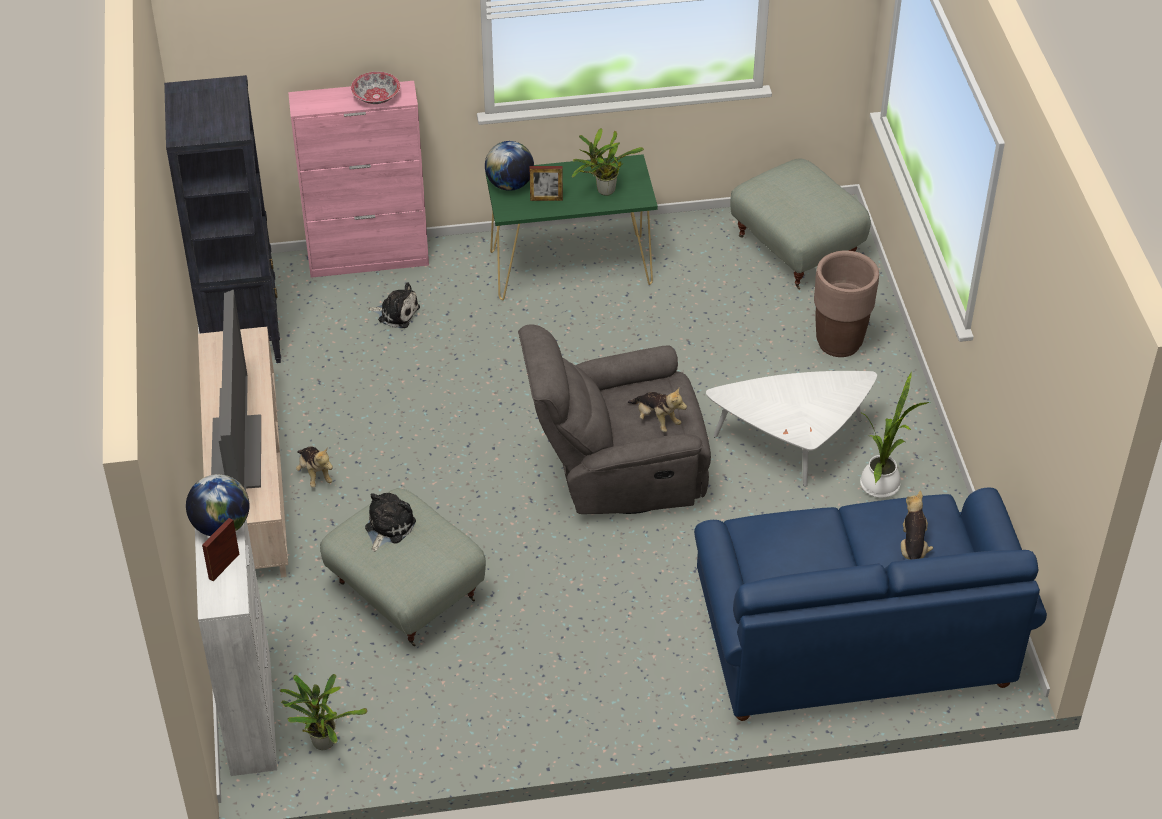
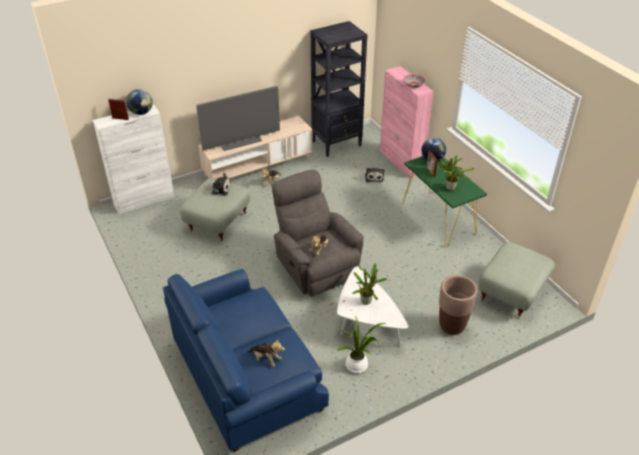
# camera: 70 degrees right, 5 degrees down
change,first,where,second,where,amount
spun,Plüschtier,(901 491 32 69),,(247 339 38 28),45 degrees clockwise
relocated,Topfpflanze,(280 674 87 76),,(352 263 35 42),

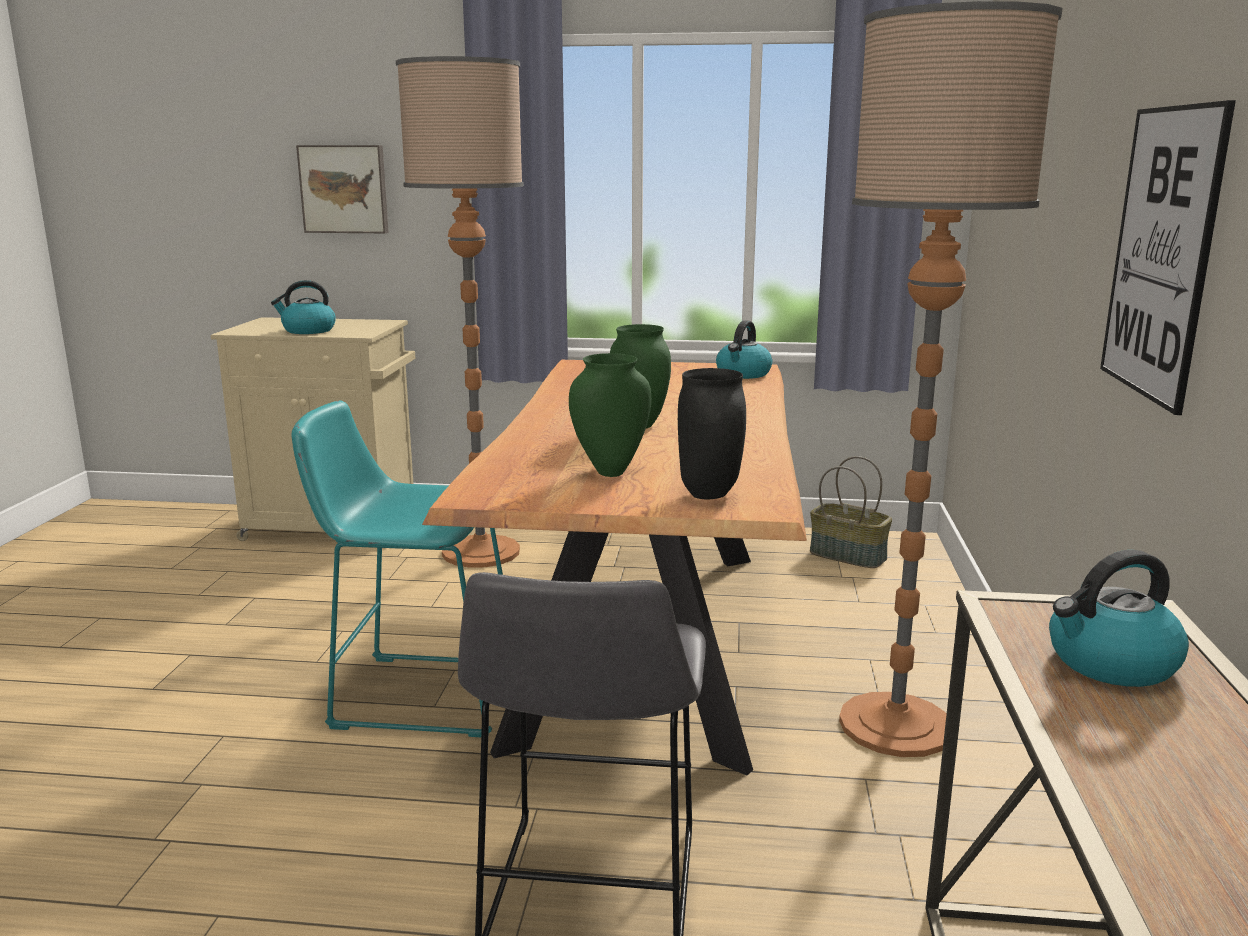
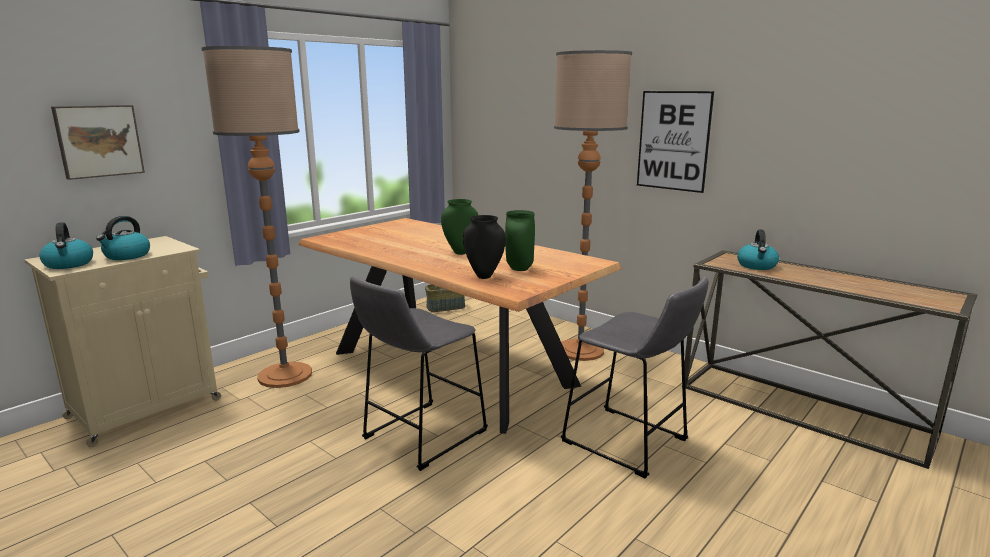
# camera: 55 degrees left, 0 degrees up
change,first,where,second,where,amount
relocated,Wasserkessel,(716 320 56 59),,(39 222 54 47),
relocated,Vase (schwarz),(678 368 68 131),,(463 215 43 64),
colour,Hocker (türkis),(291 401 212 336),Hocker (grau),(350 276 138 195),

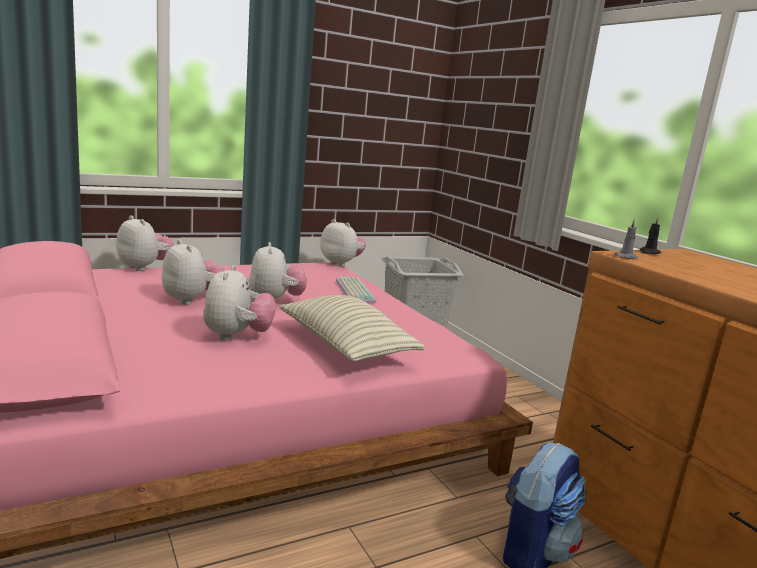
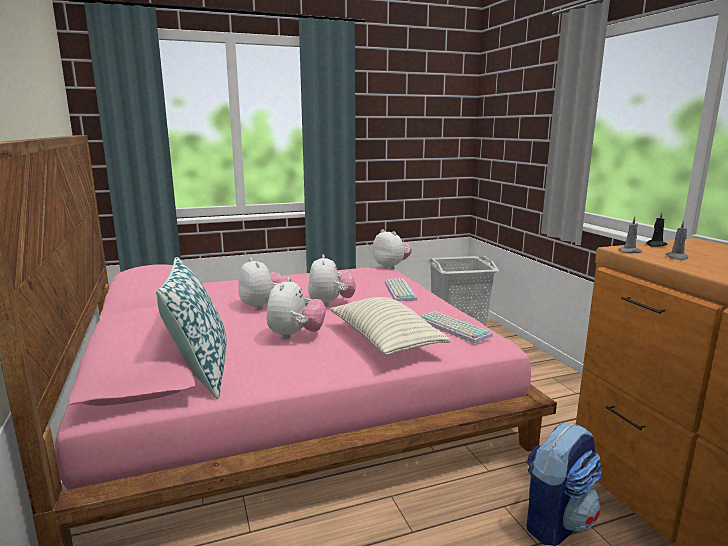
# camera: 10 degrees right, 0 degrees up
change,first,where,second,where,amount
missing,Plüschtier,(116 215 58 56),,,
appeared,,,Kerze (grau),(666 220 22 40),
appeared,,,Kissen,(156 257 70 142),
appeared,,,Tastatur,(420 311 73 33),

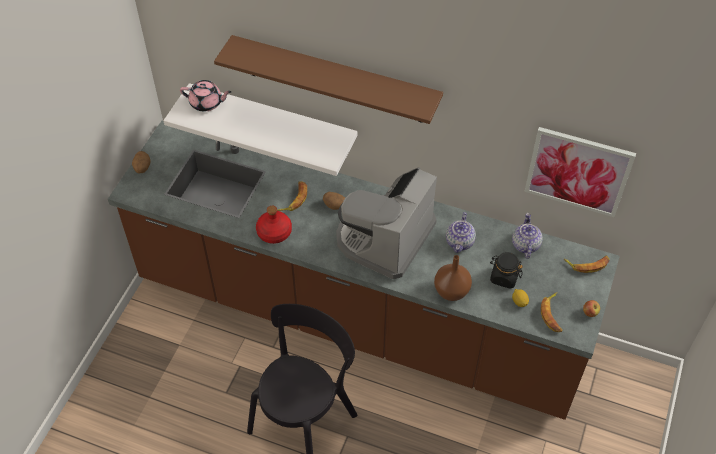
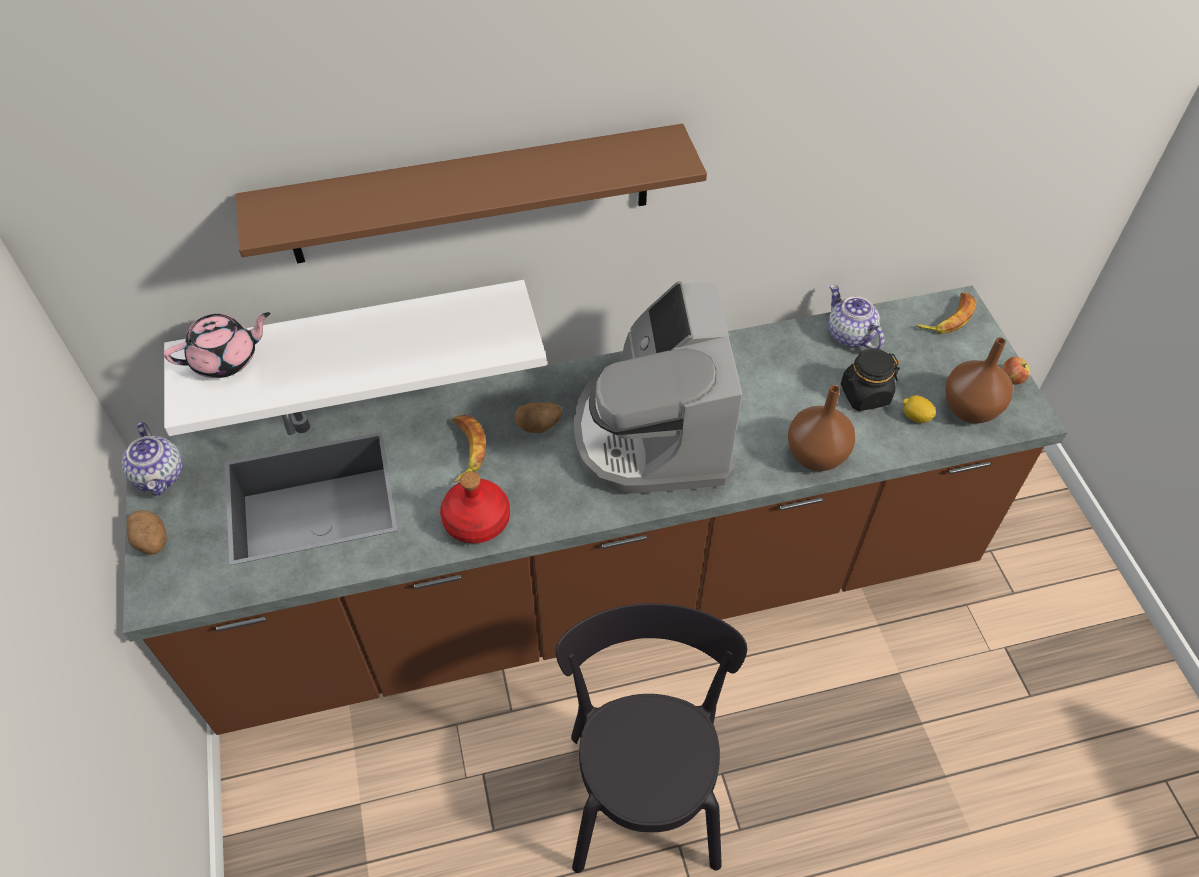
# camera: 35 degrees left, 0 degrees up
change,first,where,second,where,amount
missing,Bild,(524 127 112 90),,,
relocated,Teekanne,(446 212 30 41),,(122 422 61 74),
exchanged,Banane,(541 292 21 40),Vase (braun),(945 337 68 87),

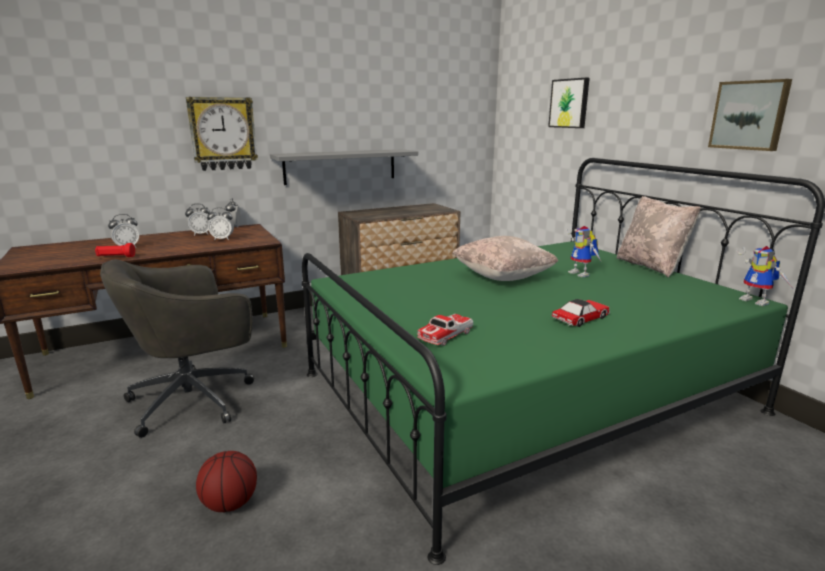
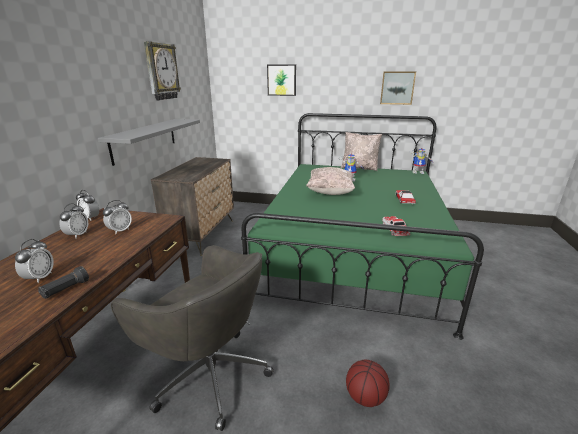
# camera: 50 degrees left, 5 degrees up
change,first,where,second,where,amount
relocated,Wanduhr,(186 97 72 74),,(144 41 37 60),
colour,Taschenlampe (rot),(95 243 40 14),Taschenlampe (schwarz),(38 266 51 33),
spun,Bürostuhl (grau),(100 259 154 179),,(111 245 163 186),60 degrees counterclockwise

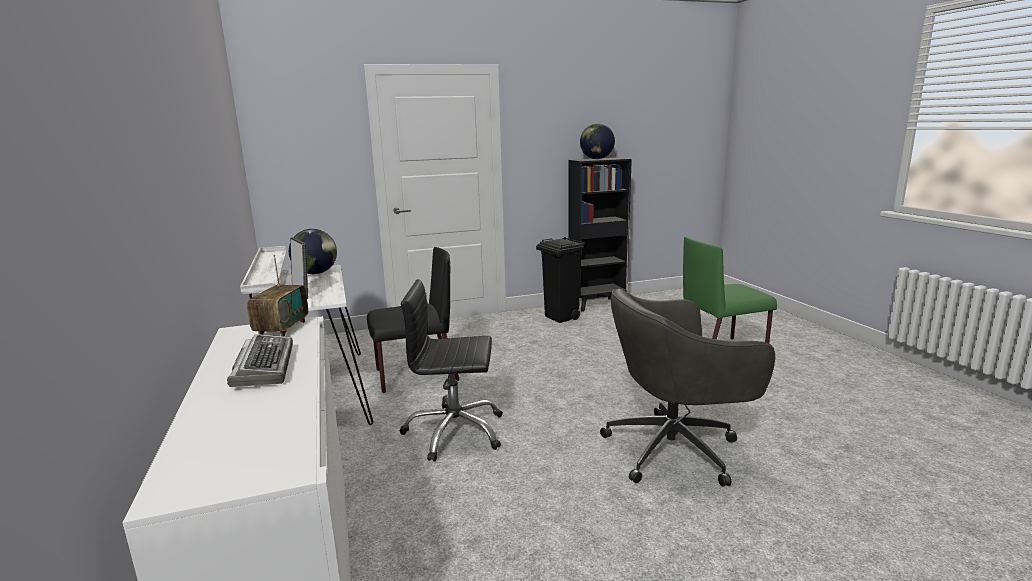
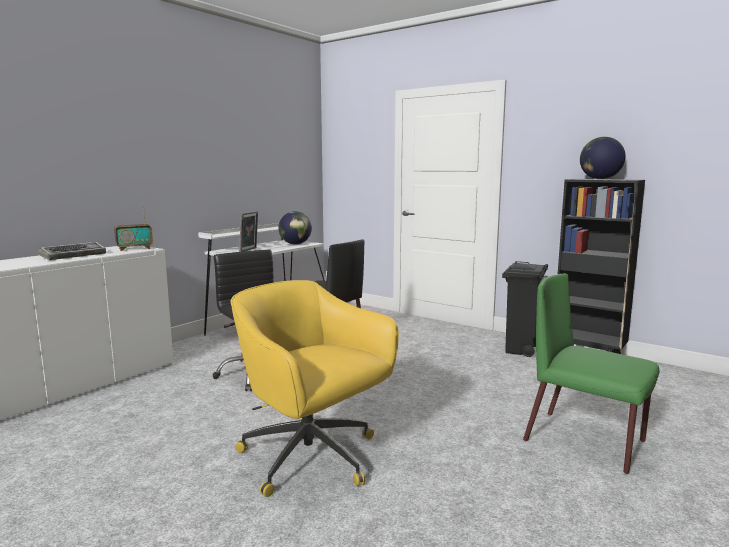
# camera: 55 degrees right, 5 degrees down
change,first,where,second,where,amount
colour,Bürostuhl (grau),(600 289 175 198),Bürostuhl (gelb),(231 280 168 217),

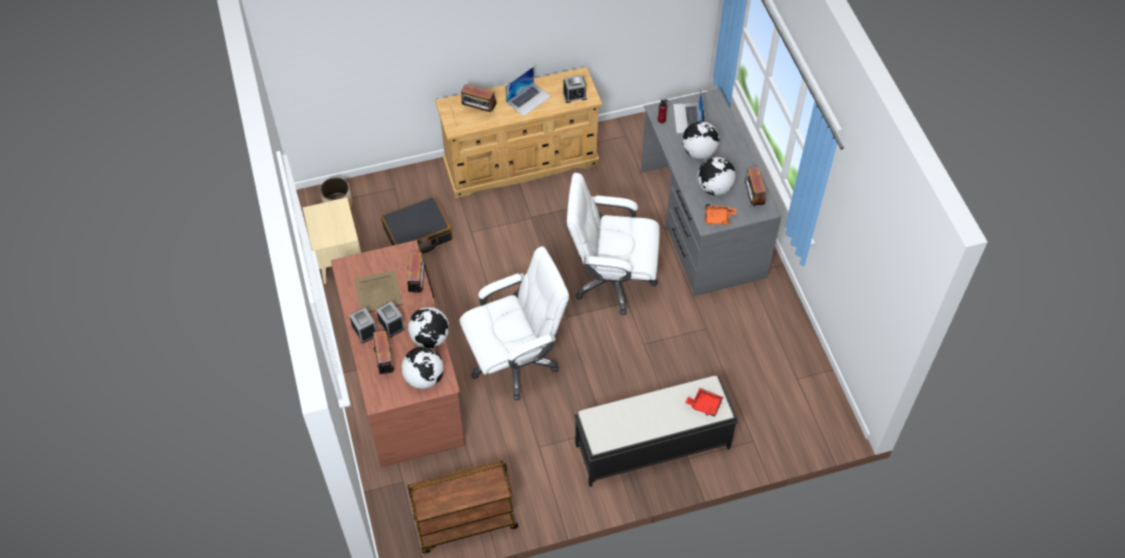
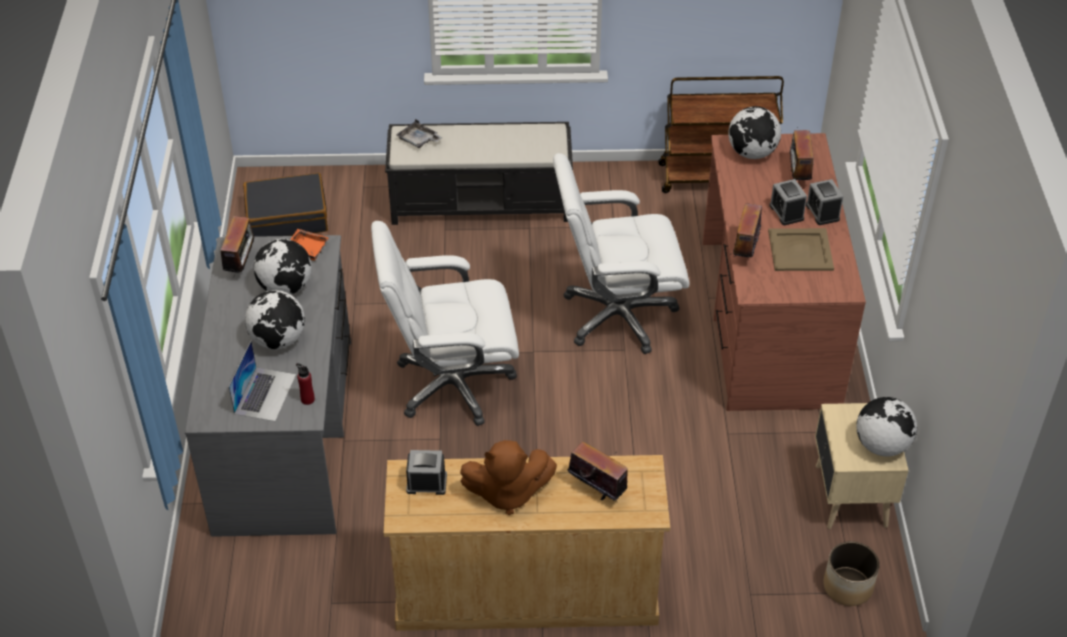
# camera: 165 degrees left, 10 degrees down
change,first,where,second,where,amount
exchanged,Laptop,(505 67 46 49),Plüschtier (braun),(460 440 97 75),
spun,Bürostuhl (weiß),(567 173 93 142),,(371 221 148 205),150 degrees clockwise
relocated,Koffer (schwarz),(381 197 71 56),,(243 173 85 64),
relocated,Globus,(408 307 41 41),,(856 397 61 59),
colour,Tablett (rot),(685 388 38 28),Tablett (grau),(396 119 46 29),

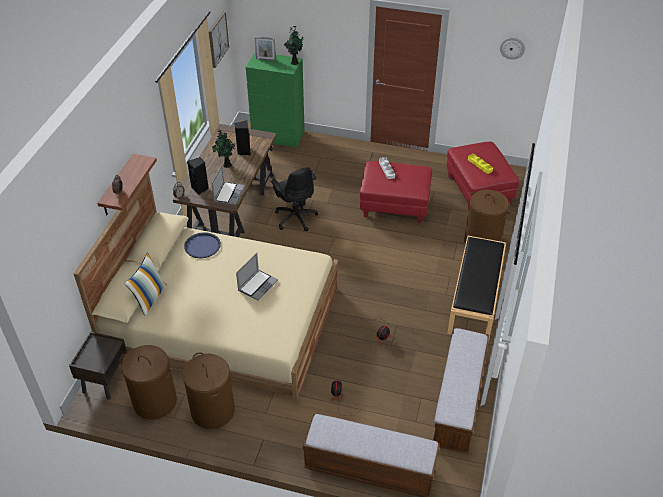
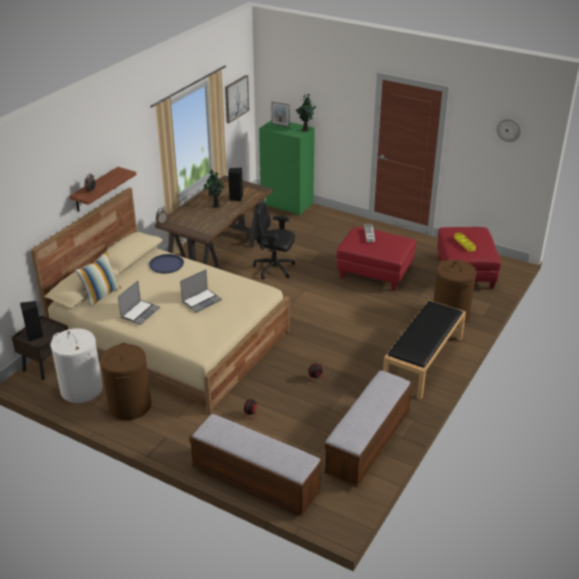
# camera: 15 degrees right, 10 degrees down
change,first,where,second,where,amount
relocated,Lautsprecher (schwarz),(187 157 22 38),,(20 301 23 41),
relocated,Laptop,(211 165 34 40),,(118 280 42 45),
spun,Bürostuhl (schwarz),(271 167 47 64),,(253 202 42 77),120 degrees clockwise
colour,Wäschekorb (braun),(119 345 58 75),Wäschekorb (weiß),(50 329 53 74),

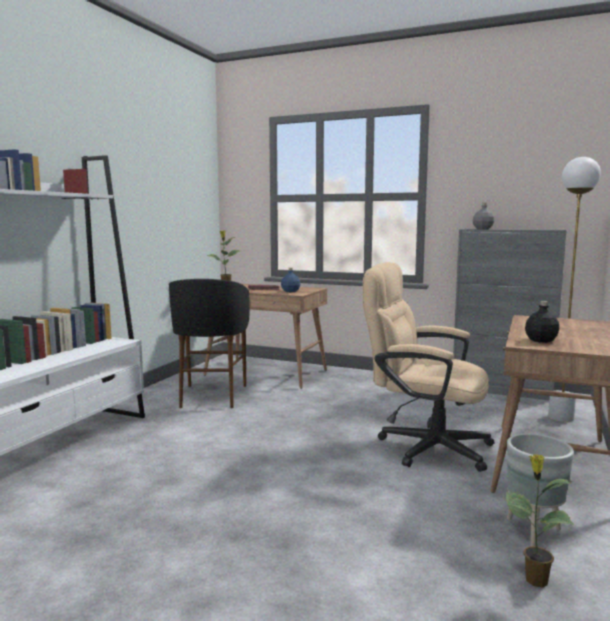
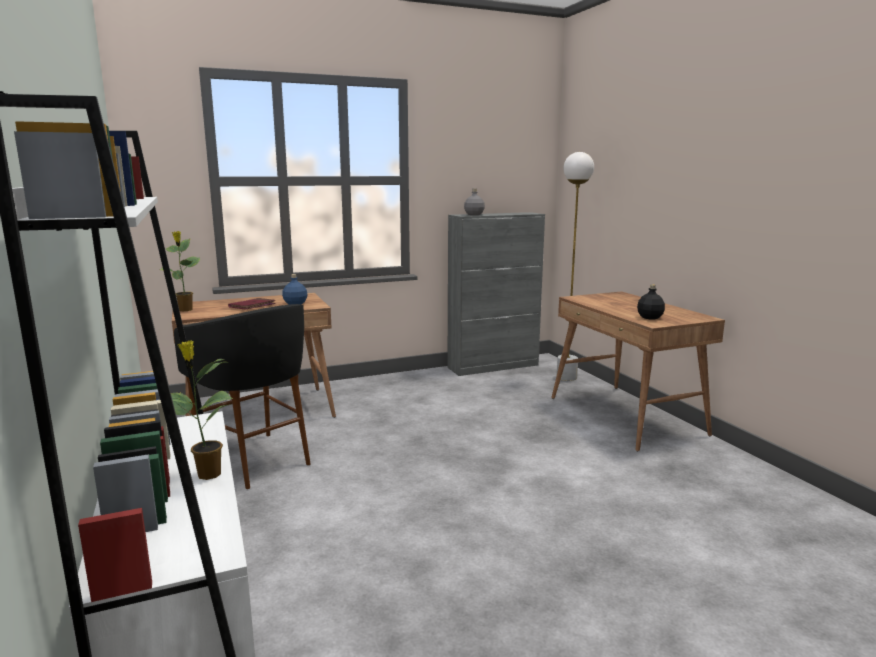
# camera: 45 degrees left, 5 degrees up
change,first,where,second,where,amount
missing,Bürostuhl (beige),(363 262 132 210),,,
missing,Pflanzkübel (grau),(507 433 67 113),,,
relocated,Topfpflanze,(506 454 68 134),,(171 340 62 140),

